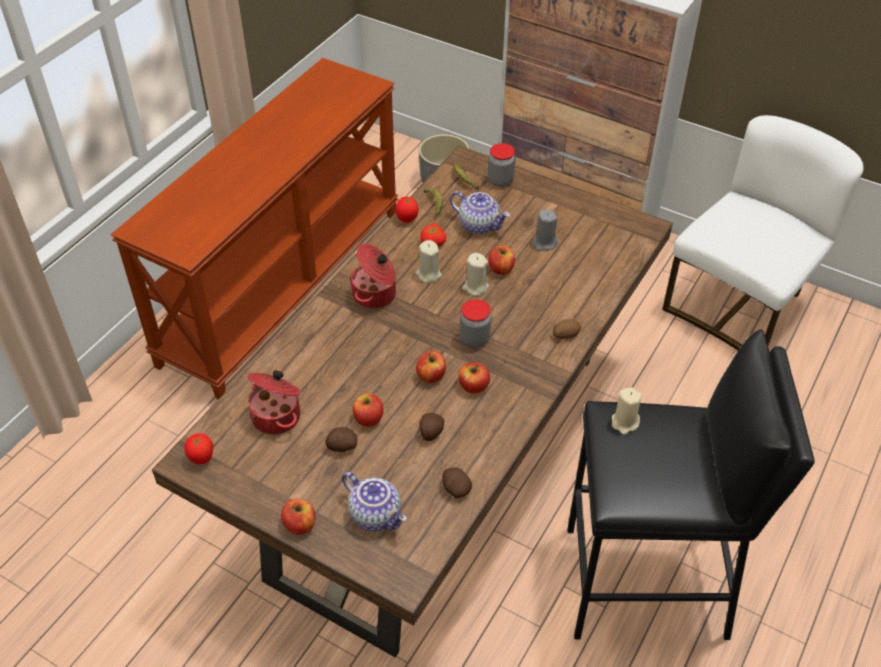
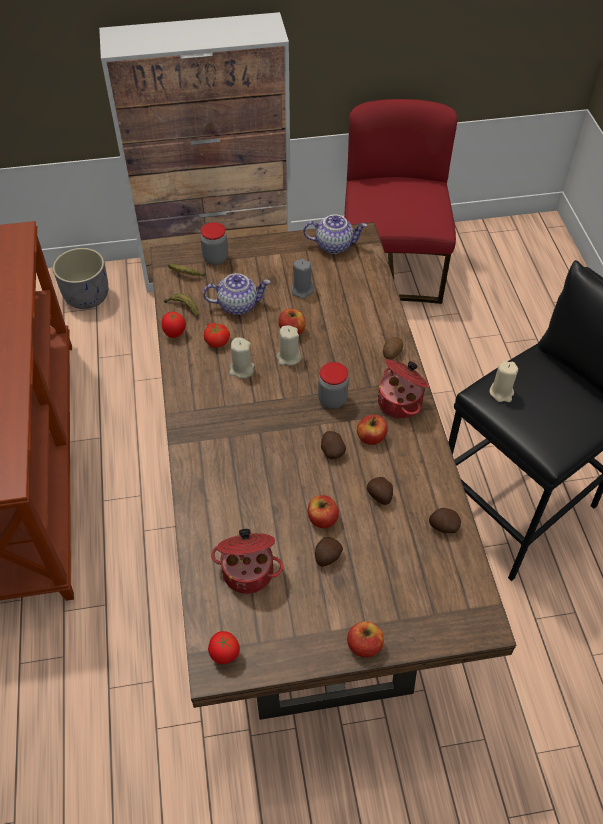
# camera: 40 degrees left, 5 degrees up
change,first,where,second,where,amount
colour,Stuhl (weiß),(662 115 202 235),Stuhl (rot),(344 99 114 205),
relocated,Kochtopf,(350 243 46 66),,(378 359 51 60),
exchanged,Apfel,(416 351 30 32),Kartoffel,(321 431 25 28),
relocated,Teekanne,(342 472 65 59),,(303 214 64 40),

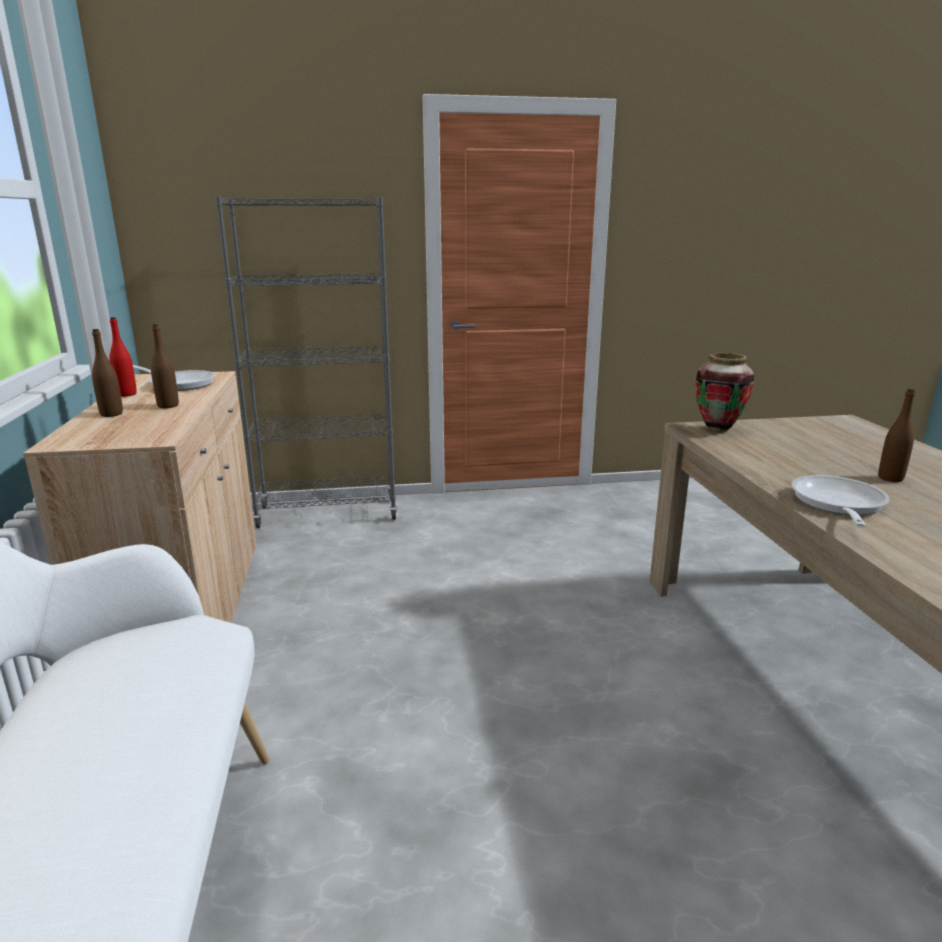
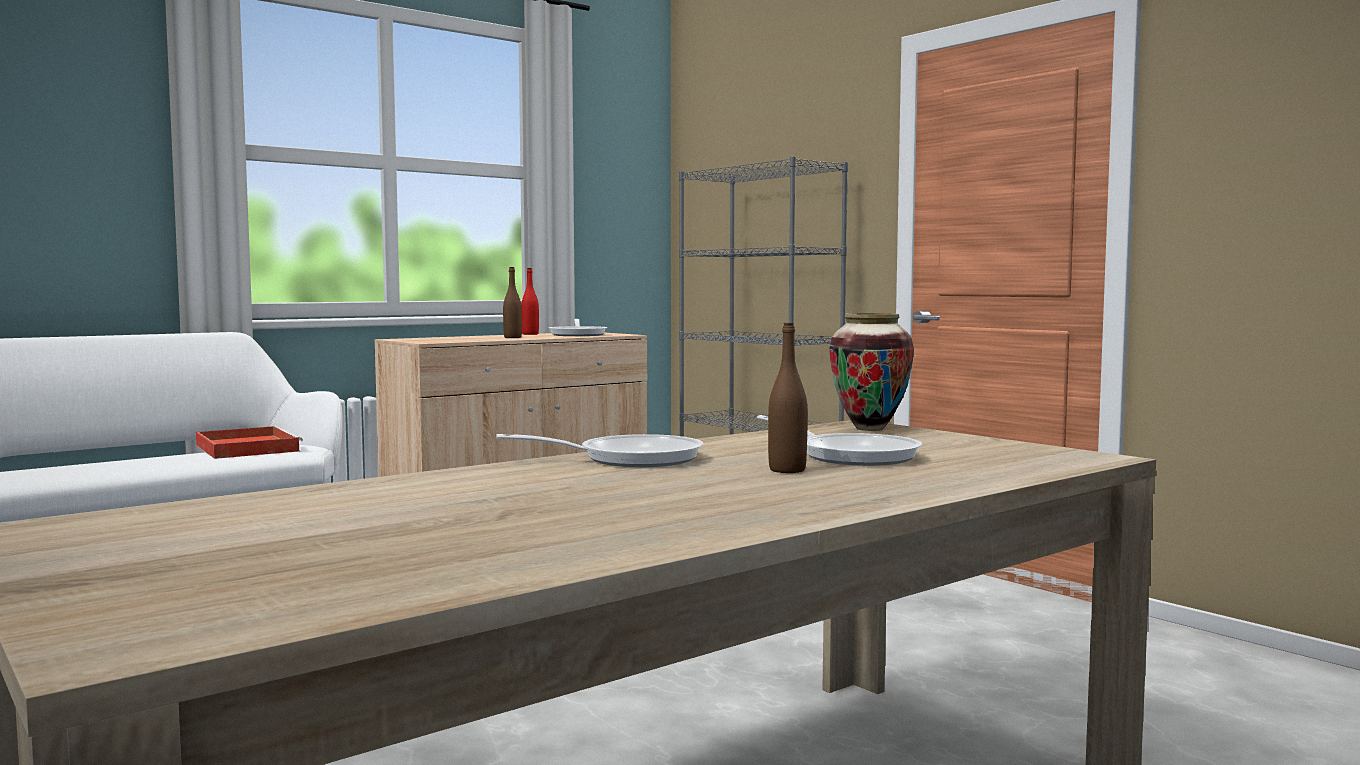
# camera: 60 degrees right, 15 degrees down
change,first,where,second,where,amount
missing,Flasche (braun),(92 329 31 88),,,
appeared,,,Pfanne,(757 415 165 51),
appeared,,,Tablett (rot),(196 426 107 33),

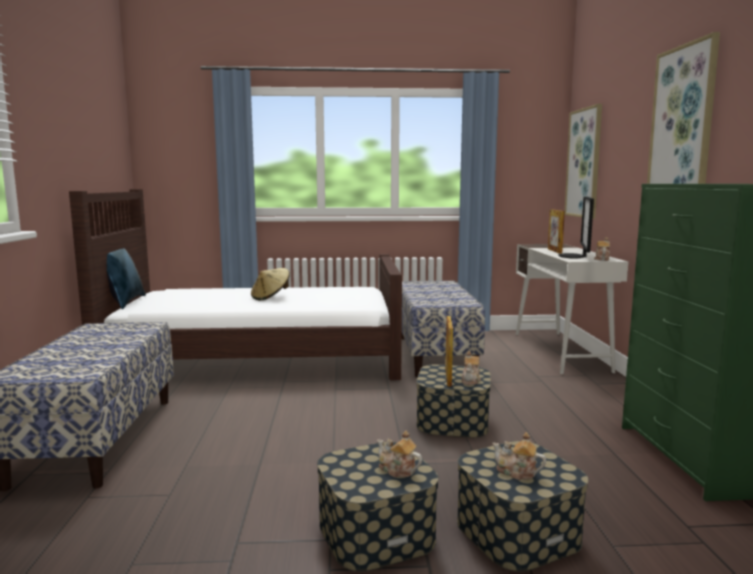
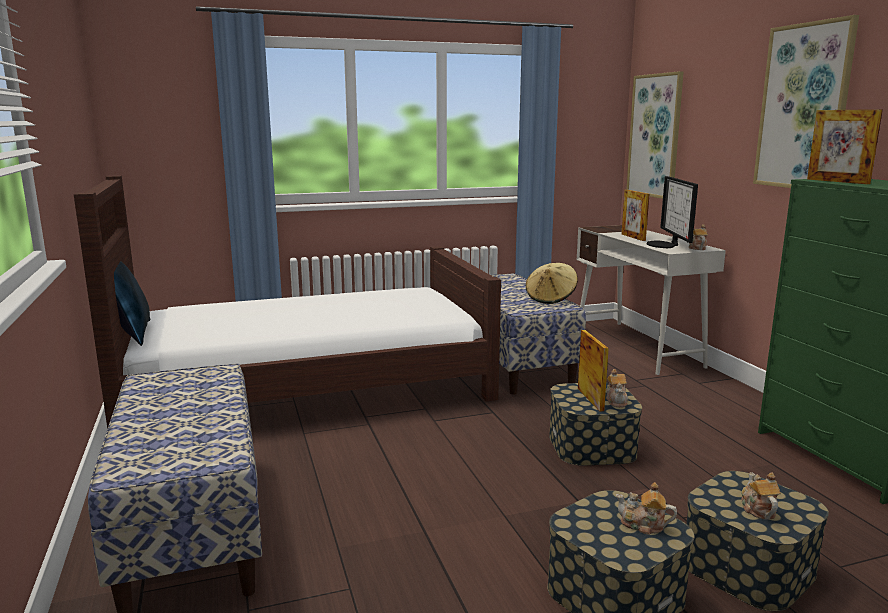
# camera: 15 degrees left, 5 degrees up
change,first,where,second,where,amount
relocated,Hut (beige),(251 268 39 32),,(526 263 52 41),
spun,Teekanne,(493 432 53 48),,(741 472 40 48),75 degrees clockwise
appeared,,,Bilderrahmen,(807 109 76 75),

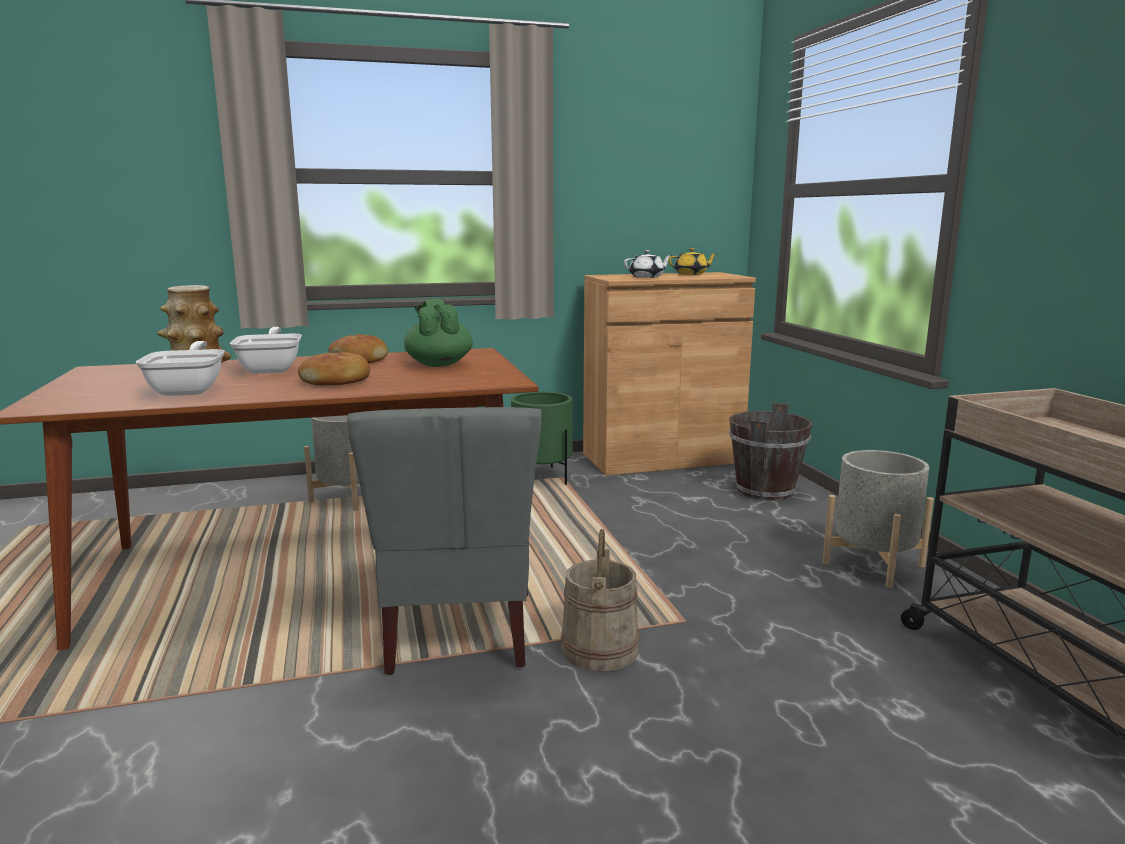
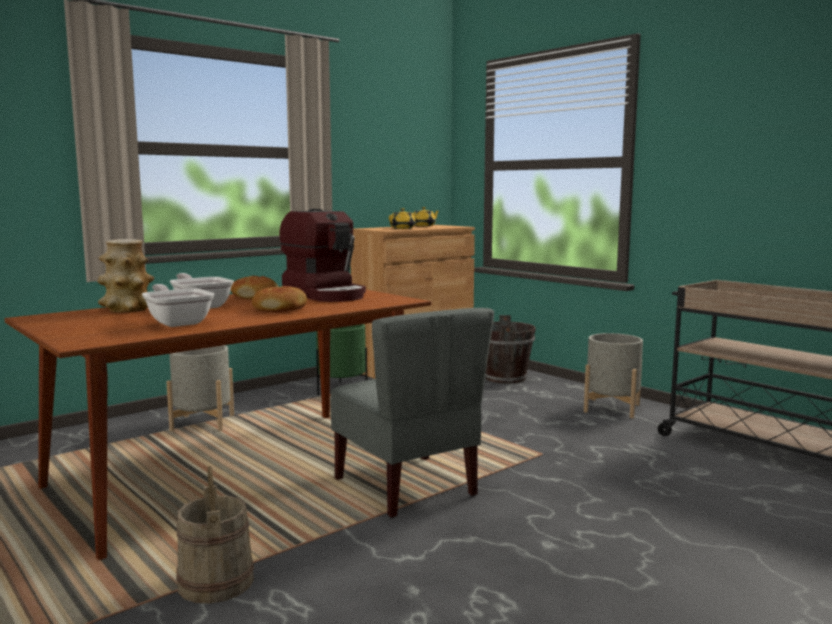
# camera: 25 degrees left, 5 degrees down
change,first,where,second,where,amount
colour,Teekanne (weiß),(624 250 48 28),Teekanne (gelb),(389 208 28 21),
exchanged,Teekanne (grün),(404 299 69 68),Kaffeemaschine,(279 209 87 93),
relocated,Eimer (beige),(561 529 78 142),,(176 466 78 138),

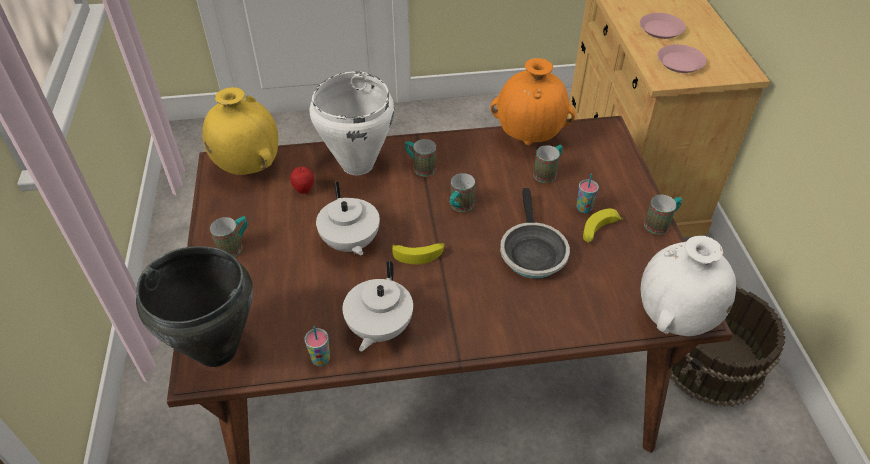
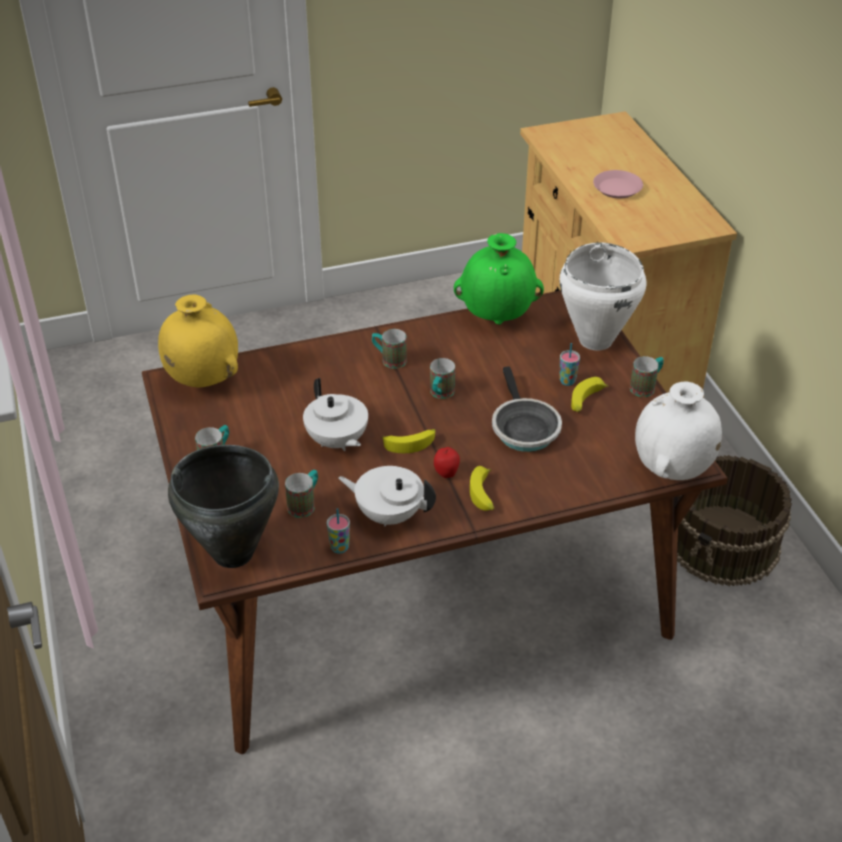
# camera: 10 degrees left, 5 degrees down
change,first,where,second,where,amount
missing,Teller (rosa),(658 44 49 29),,,
colour,Vase (orange),(490 58 85 87),Vase (grün),(454 233 90 92),
relocated,Kochtopf (weiß),(309 71 85 104),,(559 242 88 109),
relocated,Henkelbecher,(533 145 30 38),,(285 470 33 48),
relocated,Apfel,(290 167 24 27),,(434 447 26 31),
spun,Teekanne (weiß),(342 261 71 91),,(338 466 98 61),105 degrees clockwise
appeared,,,Banane,(470 466 24 45),

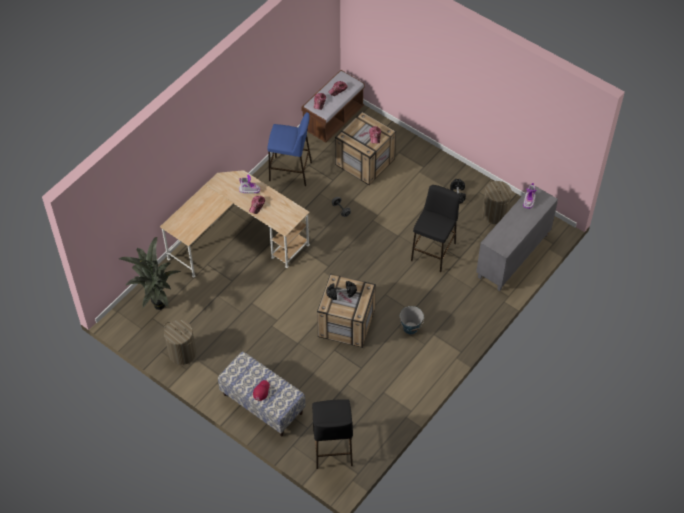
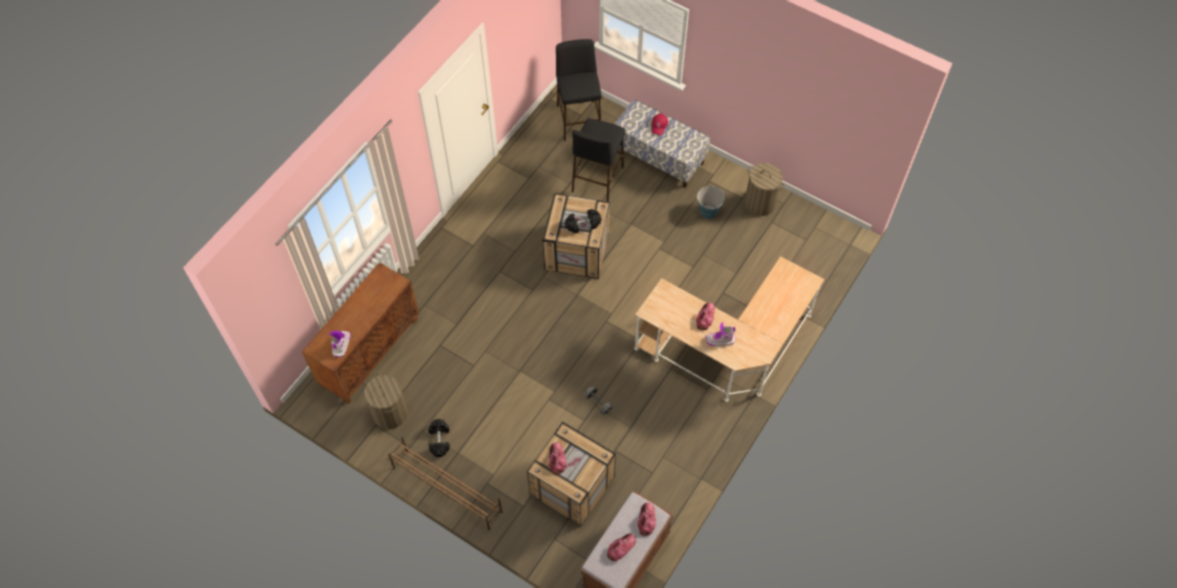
# camera: 175 degrees right, 5 degrees up
change,first,where,second,where,amount
missing,Hocker (blau),(267 112 45 74),,,
relocated,Hocker (schwarz),(411 185 49 87),,(572 118 53 84),
colour,Schrank (grau),(476 185 82 106),Schrank (braun),(302 262 117 142),
missing,Topfpflanze,(119 237 62 73),,,
relocated,Eimer,(400 306 24 28),,(696 186 29 33),
appeared,,,Schuhregal (braun),(388 437 114 93),

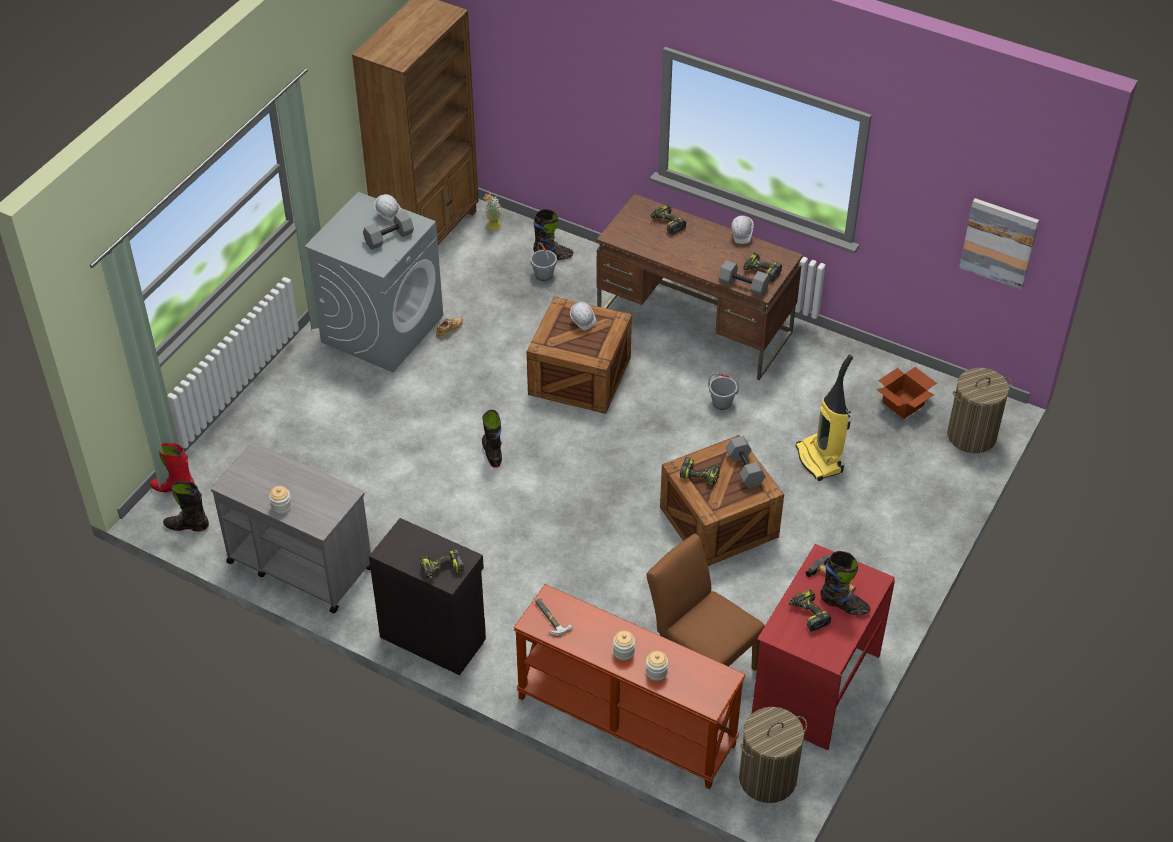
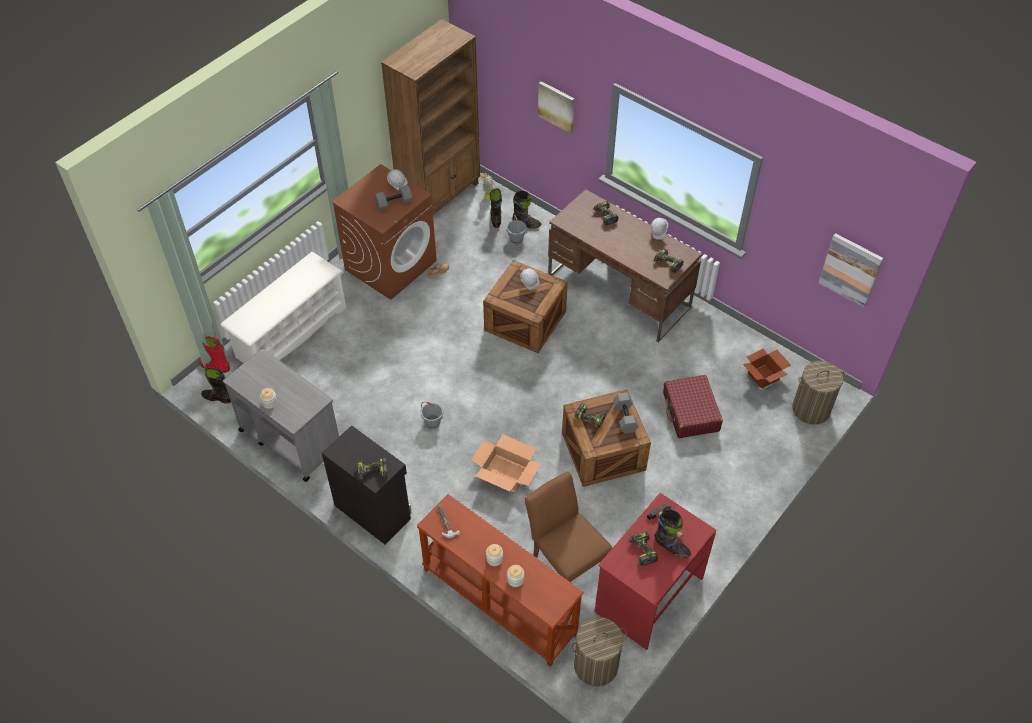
# camera: 10 degrees right, 5 degrees up
change,first,where,second,where,amount
colour,Waschmaschine (grau),(304 192 139 180),Waschmaschine (braun),(331 164 106 136),
missing,Hantel (grau),(718 260 52 37),,,
exchanged,Staubsauger,(795 354 58 127),Koffer (rot),(663 375 60 63),
relocated,Eimer (grau),(708 373 31 37),,(421 402 22 26),
relocated,Stiefel (schwarz),(482 410 20 58),,(490 188 12 40),
appeared,,,Bild,(538 81 36 52),
appeared,,,Schuhregal (weiß),(220 252 126 111),
appeared,,,Karton,(471 434 70 58),

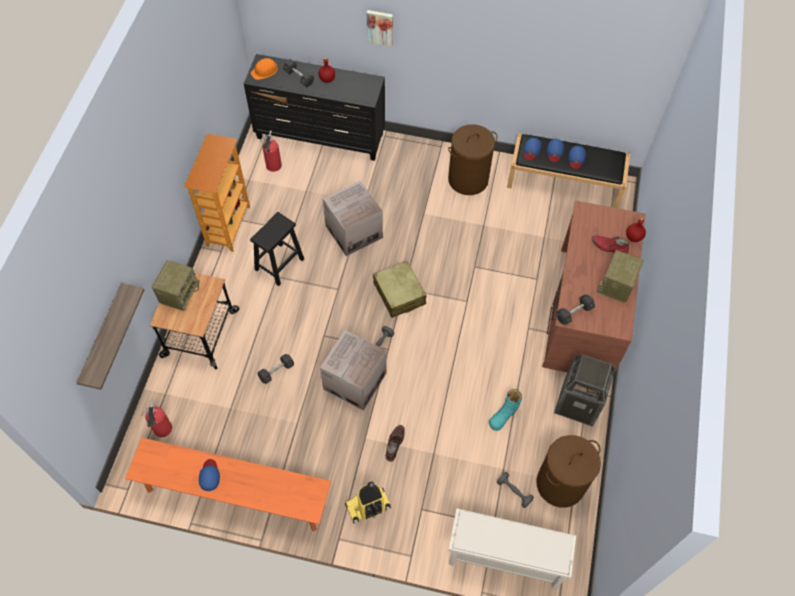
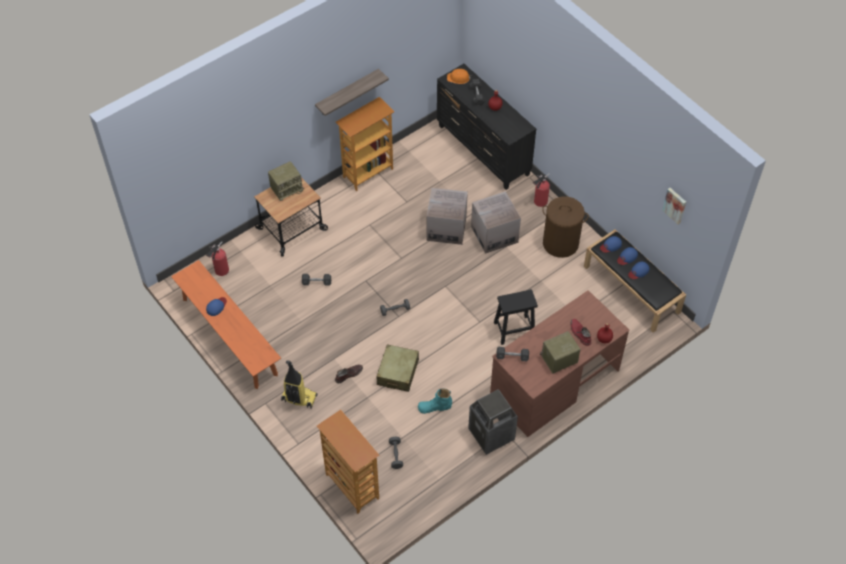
# camera: 40 degrees right, 5 degrees down
change,first,where,second,where,amount
relocated,Bild,(367 10 26 37),,(662 188 24 37),
relocated,Feuerlöscher,(260 130 22 42),,(533 173 17 34),
relocated,Hocker (schwarz),(250 212 54 74),,(494 289 44 56),
relocated,Koffer (beige),(373 261 53 57),,(376 344 43 48),
relocated,Wandregal,(76 283 68 107),,(315 69 74 47),
relocated,Karton,(320 330 67 81),,(471 191 50 63),
missing,Wäschekorb (braun),(536 435 65 73),,,
exchanged,Schuhregal (weiß),(448 508 128 82),Bücherregal,(317 410 62 104),

